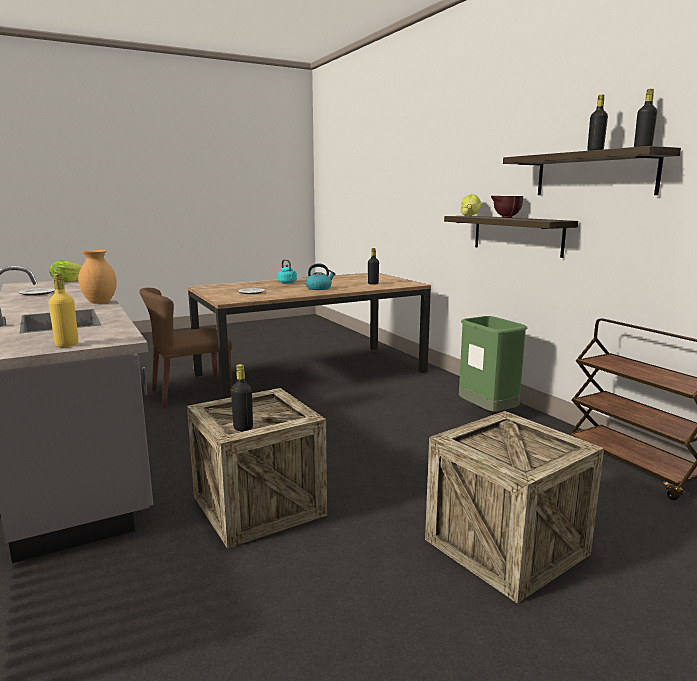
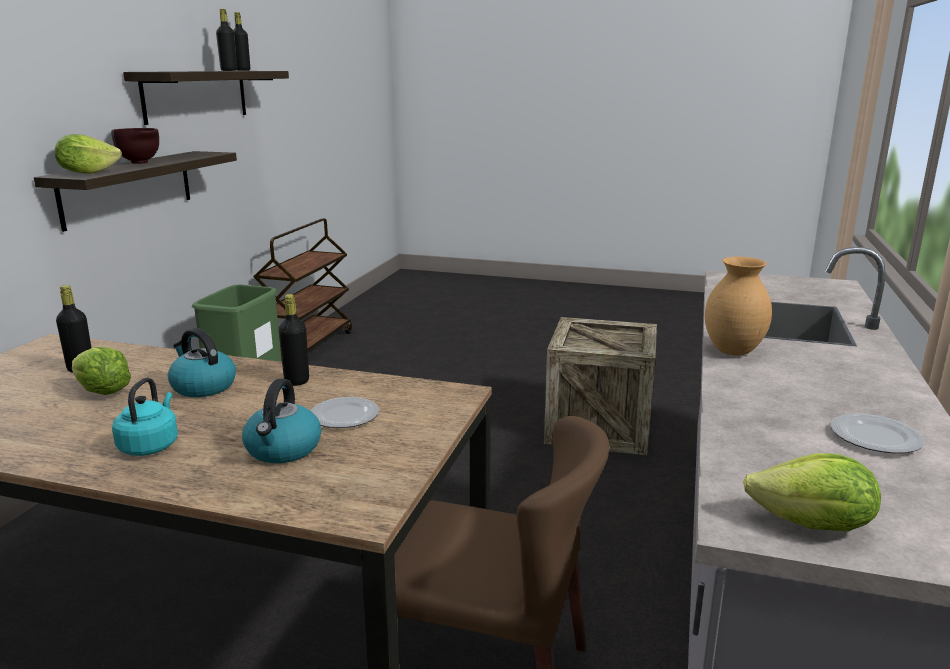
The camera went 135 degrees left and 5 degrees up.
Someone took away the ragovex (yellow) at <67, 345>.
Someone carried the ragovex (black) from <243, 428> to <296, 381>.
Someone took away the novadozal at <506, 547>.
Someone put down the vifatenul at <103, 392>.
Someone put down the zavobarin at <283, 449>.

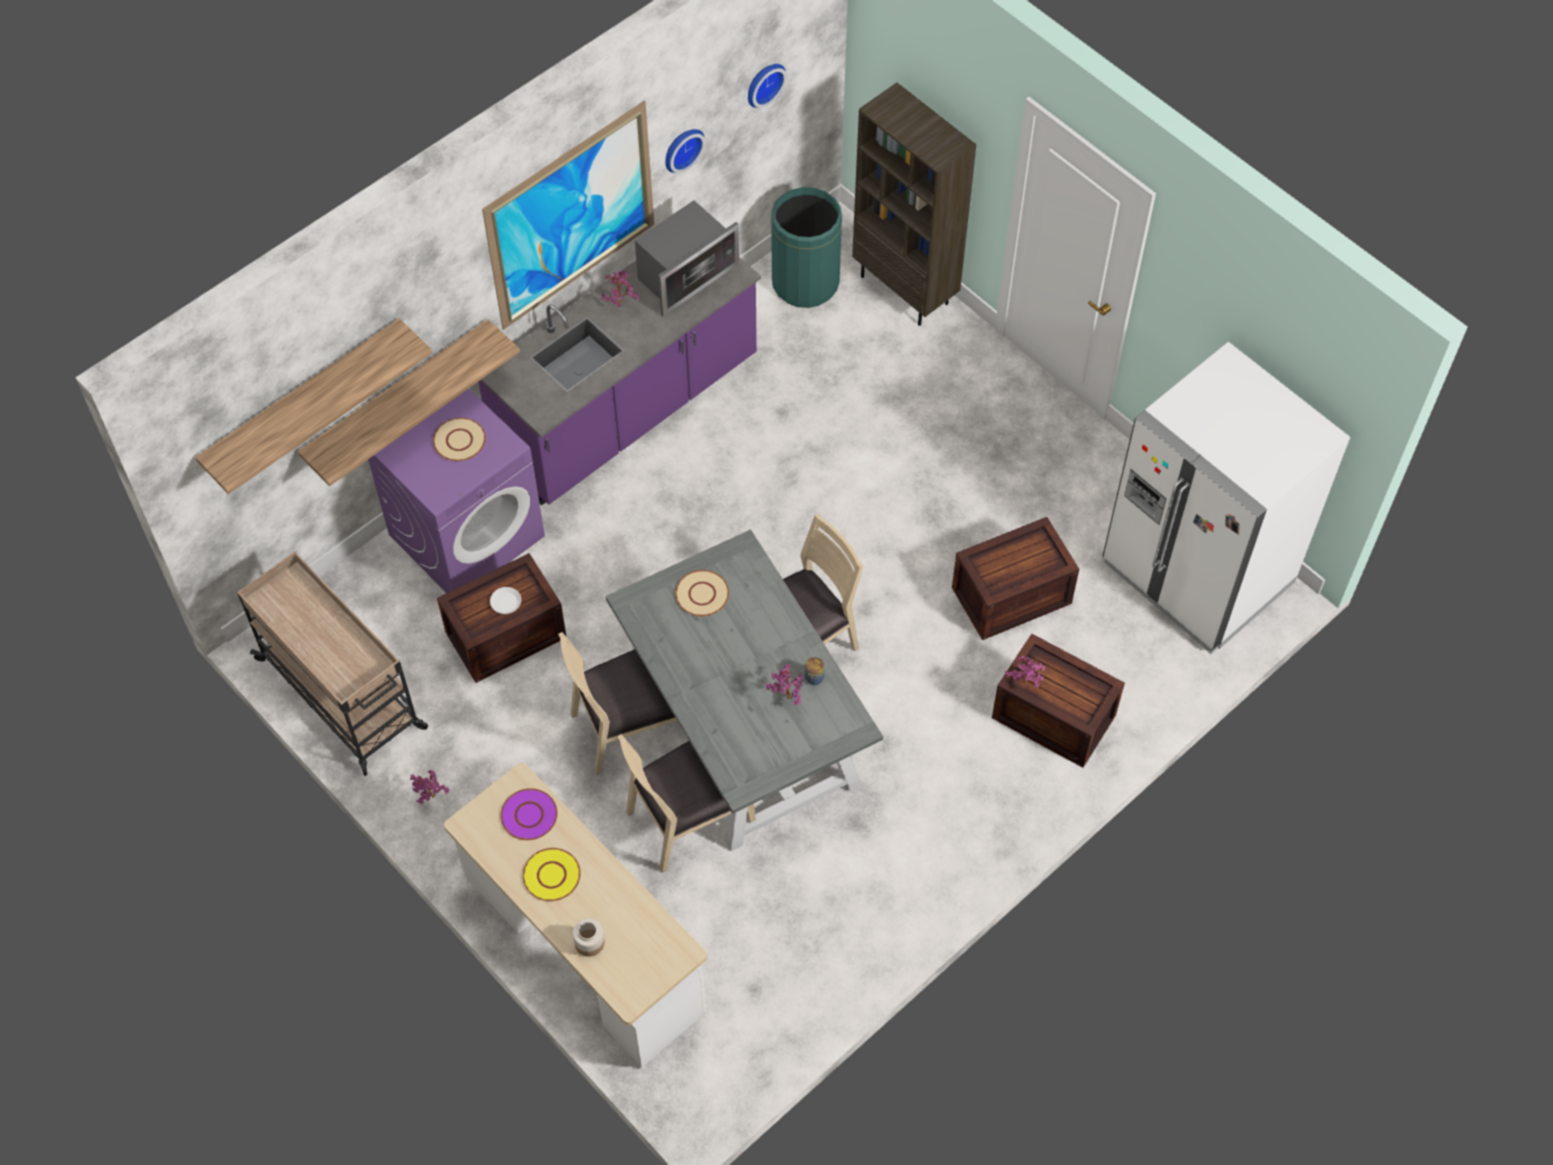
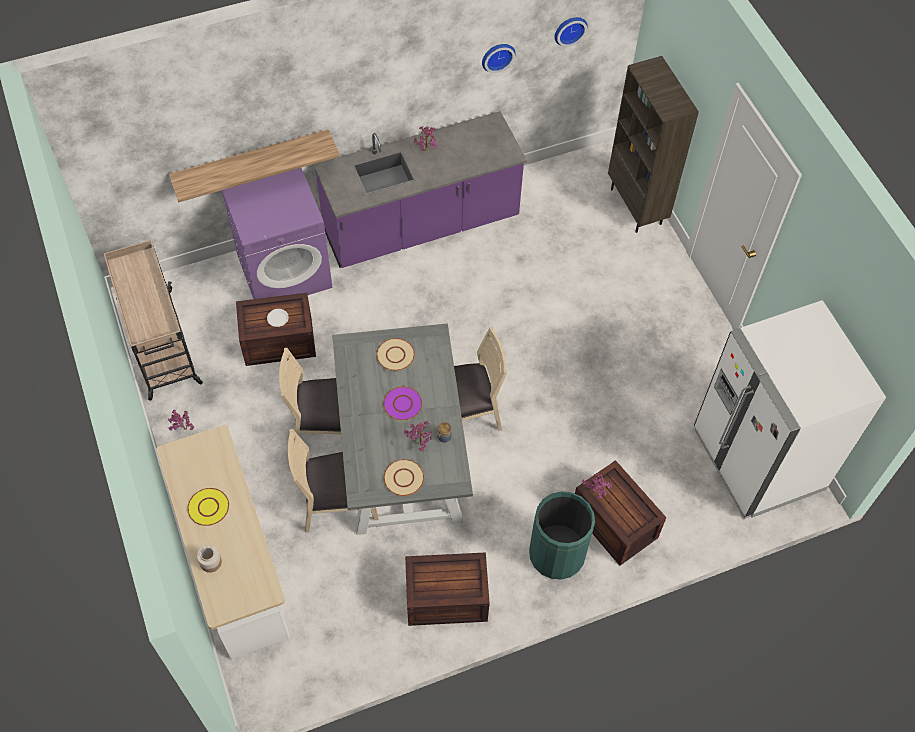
The camera went 20 degrees right and 0 degrees up.
Someone took away the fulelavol at <572, 216>.
Someone carried the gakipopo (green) from <805, 283> to <556, 554>.
Someone took away the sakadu at <684, 274>.
Someone took away the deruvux at <303, 399>.
Someone carried the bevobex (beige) from <459, 440> to <403, 478>.
Someone carried the novadozal from <1010, 596> to <445, 598>.
Someone carried the bevobex (purple) from <529, 815> to <403, 404>.

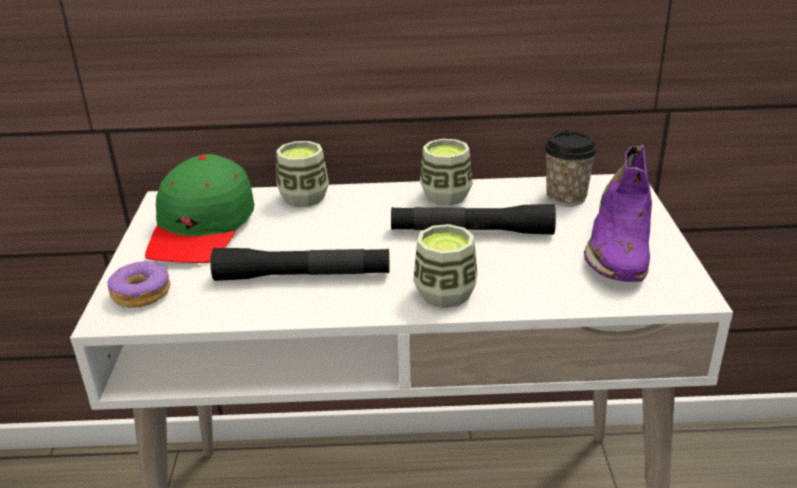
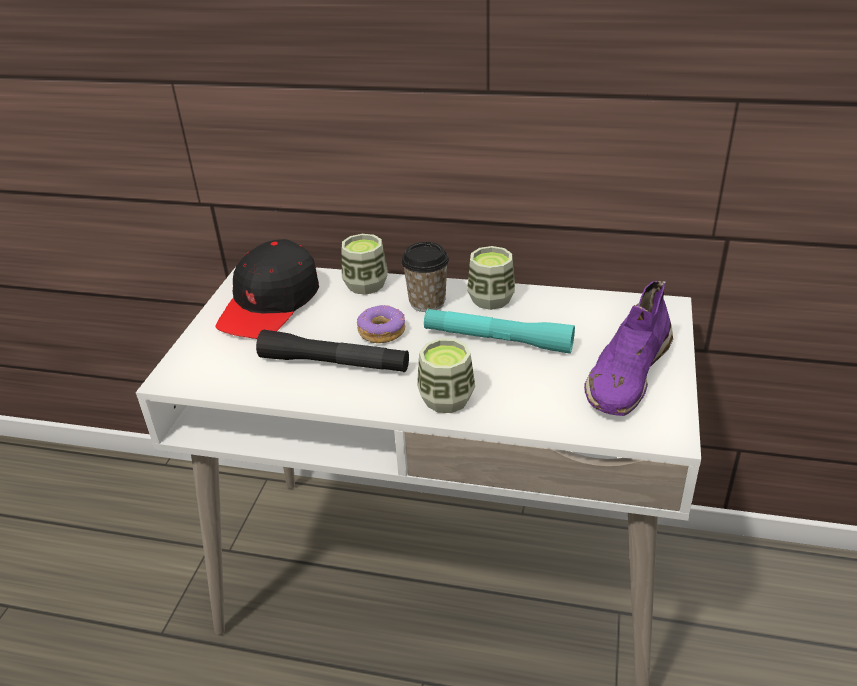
The camera went 15 degrees right and 5 degrees up.
Someone carried the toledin from <566, 197> to <427, 302>.
Someone repainted the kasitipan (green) at <202, 228>, which became the kasitipan (black) at <270, 304>.
Someone repainted the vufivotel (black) at <471, 232>, which became the vufivotel (turquoise) at <497, 340>.
Someone carried the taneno from <141, 293> to <381, 331>.

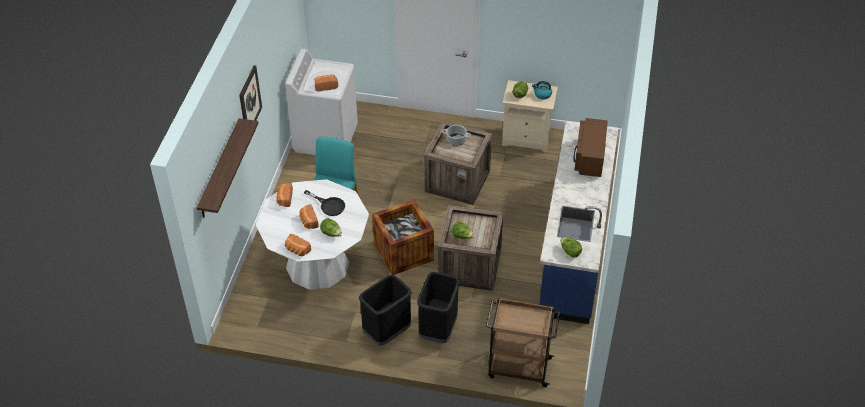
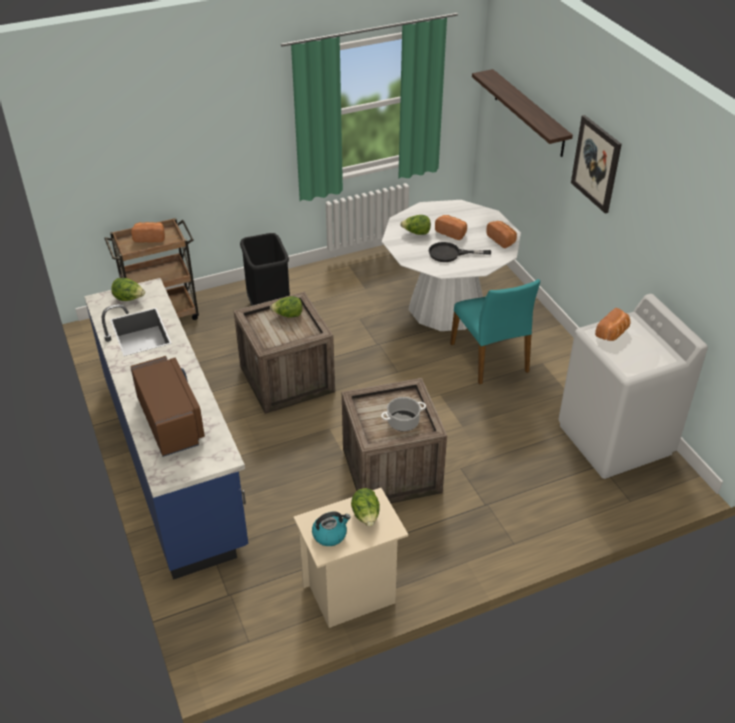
The camera went 145 degrees right and 5 degrees down.
Someone took away the novadozal at <403, 252>.
Someone carried the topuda from <297, 250> to <150, 237>.
Someone took away the gakipopo (black) at <387, 332>.

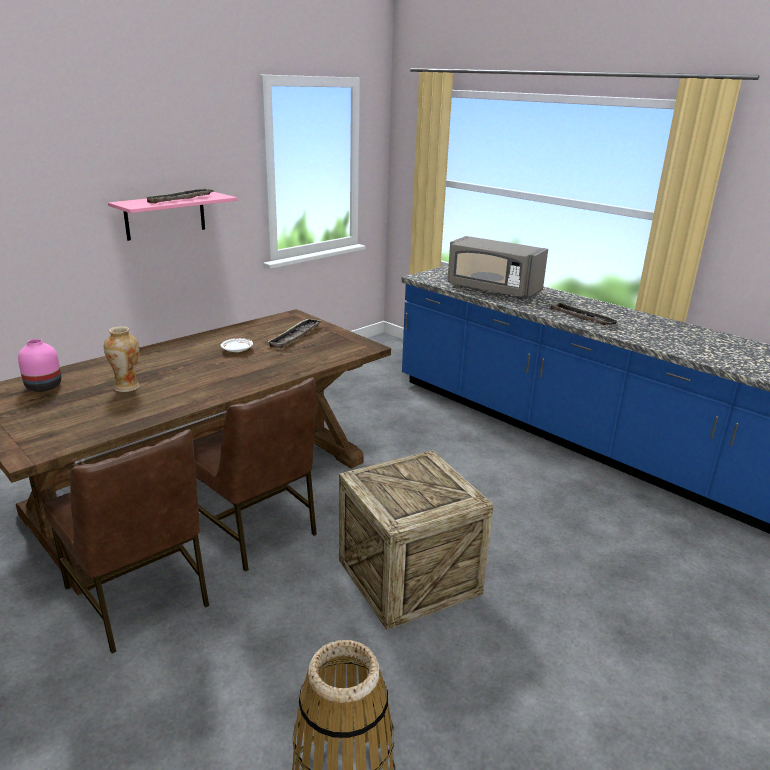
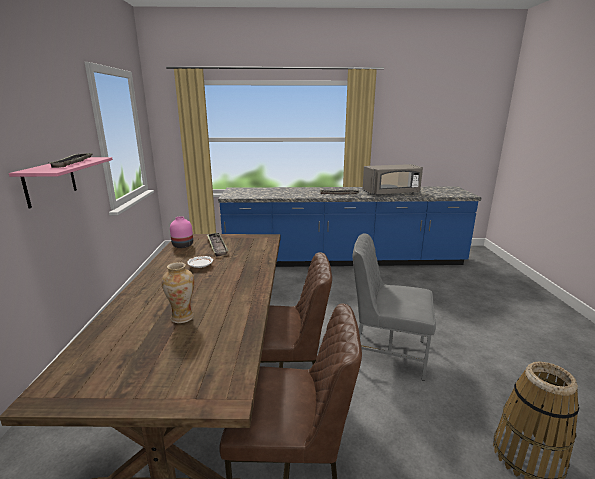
The camera went 45 degrees left and 5 degrees down.
Someone carried the sakadu (grey) from <492, 289> to <391, 193>.
Someone carried the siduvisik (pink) from <43, 387> to <182, 245>.
Someone swapped the novadozal at <408, 577> for the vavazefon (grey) at <387, 352>.

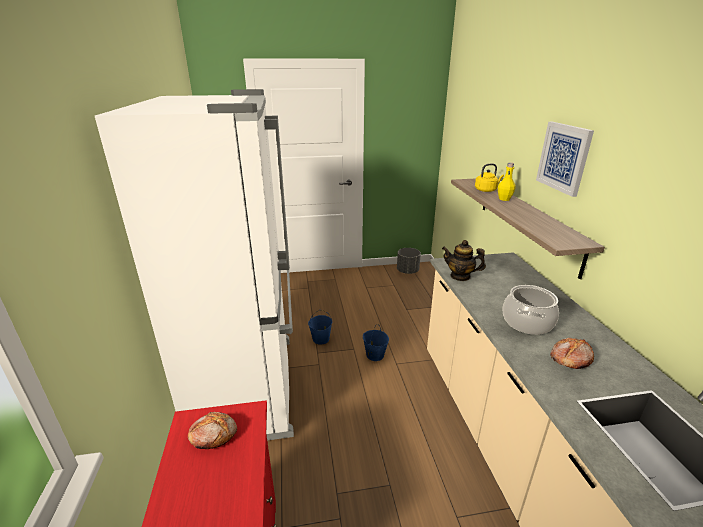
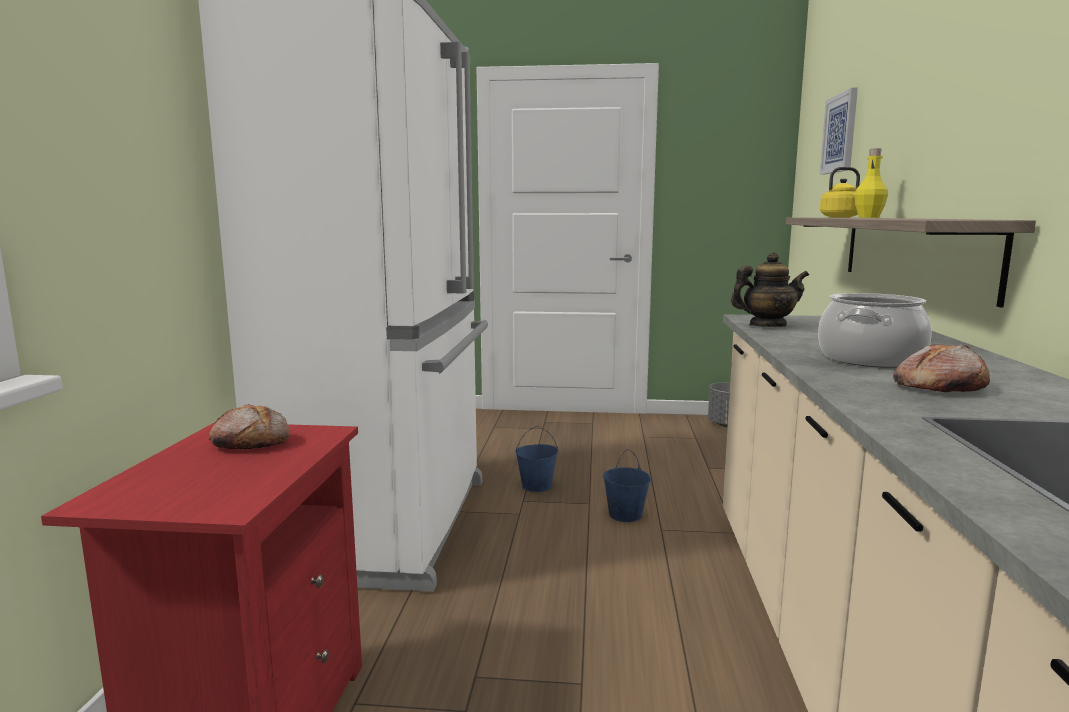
The camera went 15 degrees right and 15 degrees down.
Someone carried the fulelavol from <564, 157> to <840, 133>.
Someone rotated the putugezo at <460, 276> by 135 degrees clockwise.

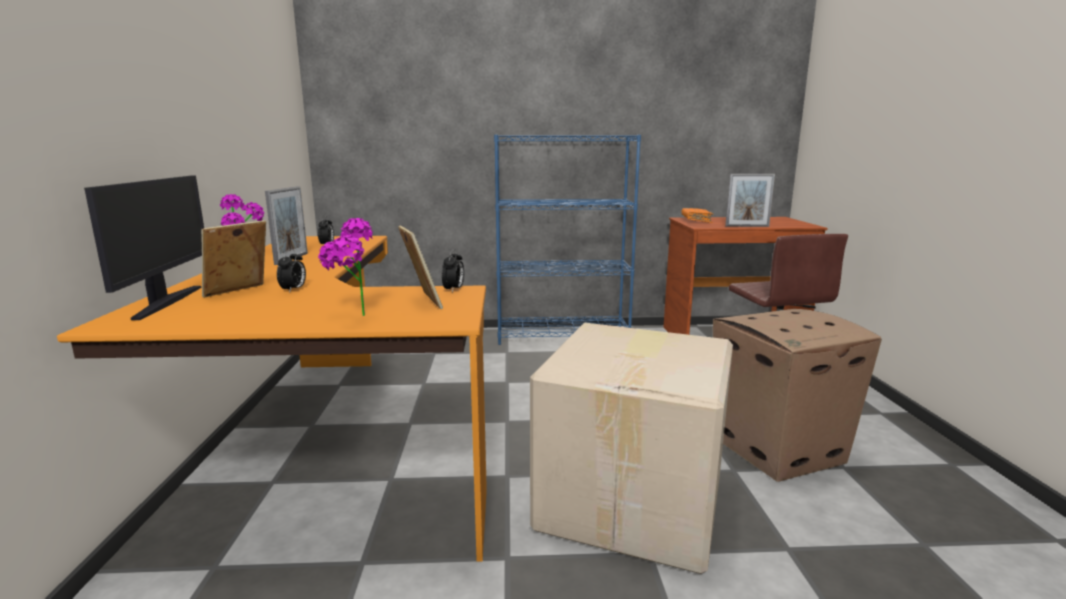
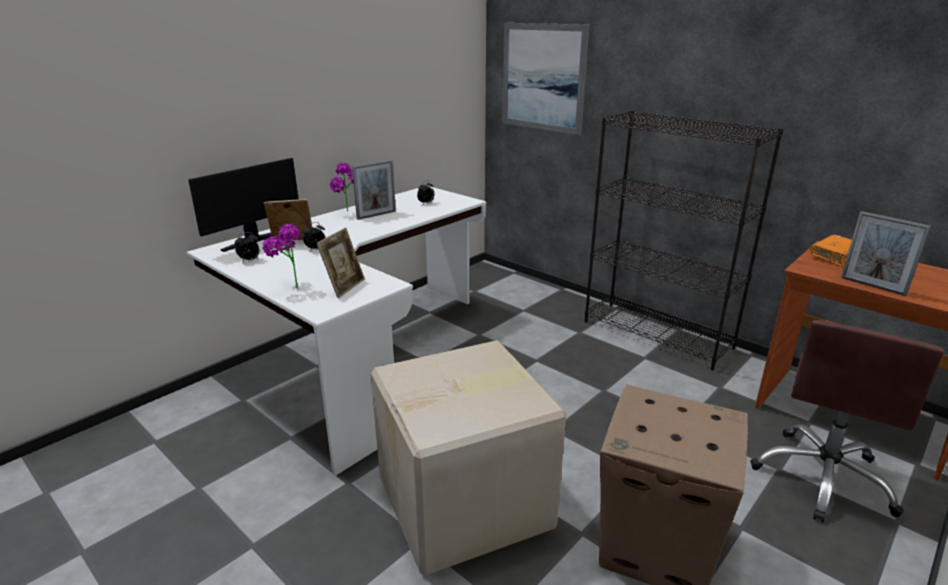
The camera went 45 degrees right and 10 degrees up.
Someone repainted the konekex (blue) at <563, 335>, which became the konekex (black) at <657, 334>.
Someone repainted the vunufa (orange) at <323, 450>, which became the vunufa (white) at <361, 357>.
Someone carried the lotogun from <454, 290> to <249, 260>.
Someone put up the fulelavol at <543, 77>.

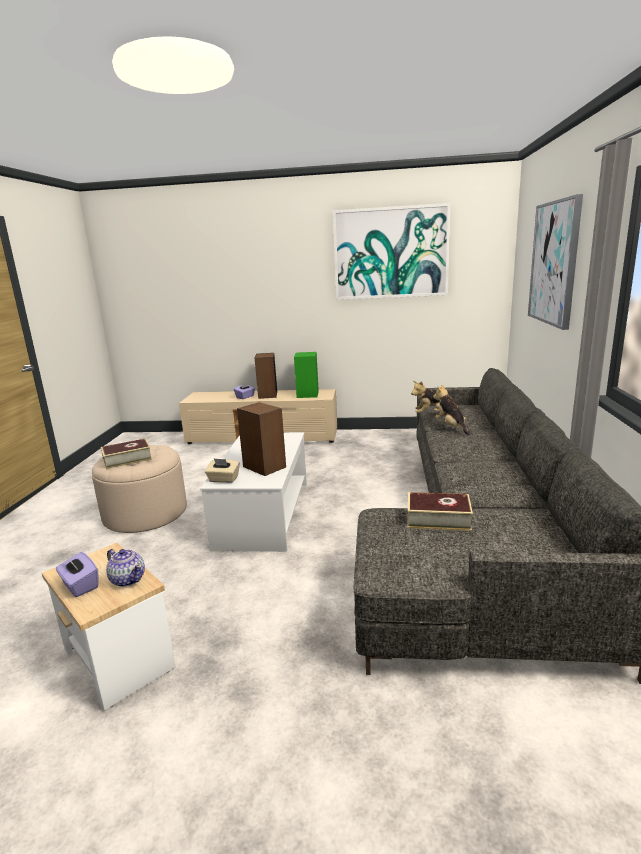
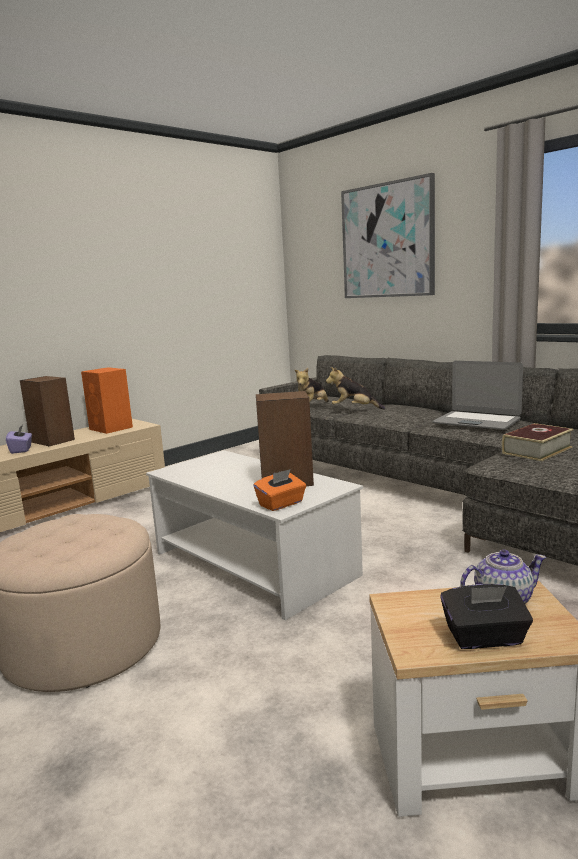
The camera went 50 degrees left and 5 degrees down.
Someone took away the fulelavol at <390, 253>.
Someone repainted the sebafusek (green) at <307, 394>, which became the sebafusek (orange) at <111, 428>.
Someone took away the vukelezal at <127, 459>.
Someone repainted the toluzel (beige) at <223, 479>, which became the toluzel (orange) at <281, 504>.
Someone repainted the toluzel (purple) at <80, 586>, which became the toluzel (black) at <485, 638>.
Someone put down the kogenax at <477, 422>.

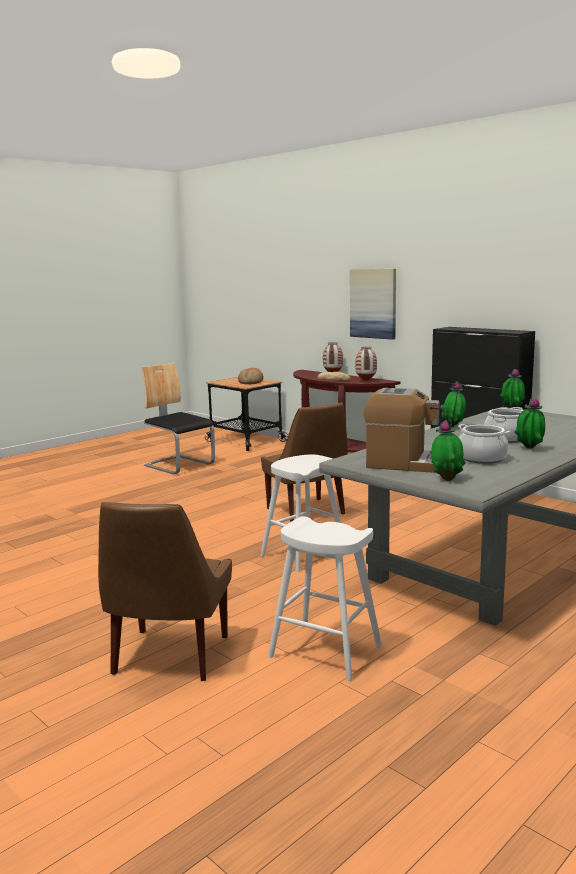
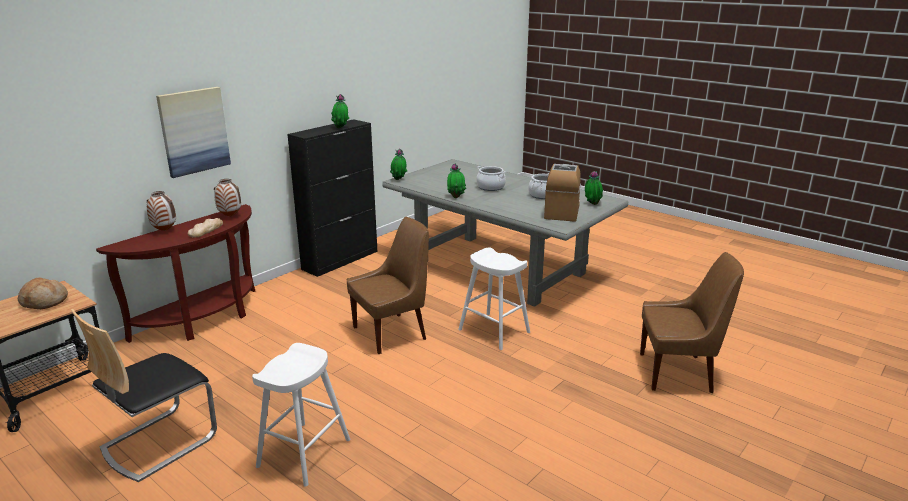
The camera went 95 degrees left and 10 degrees up.
Someone carried the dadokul from <529, 449> to <341, 128>.
Someone carried the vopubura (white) from <325, 651> to <304, 453>.

